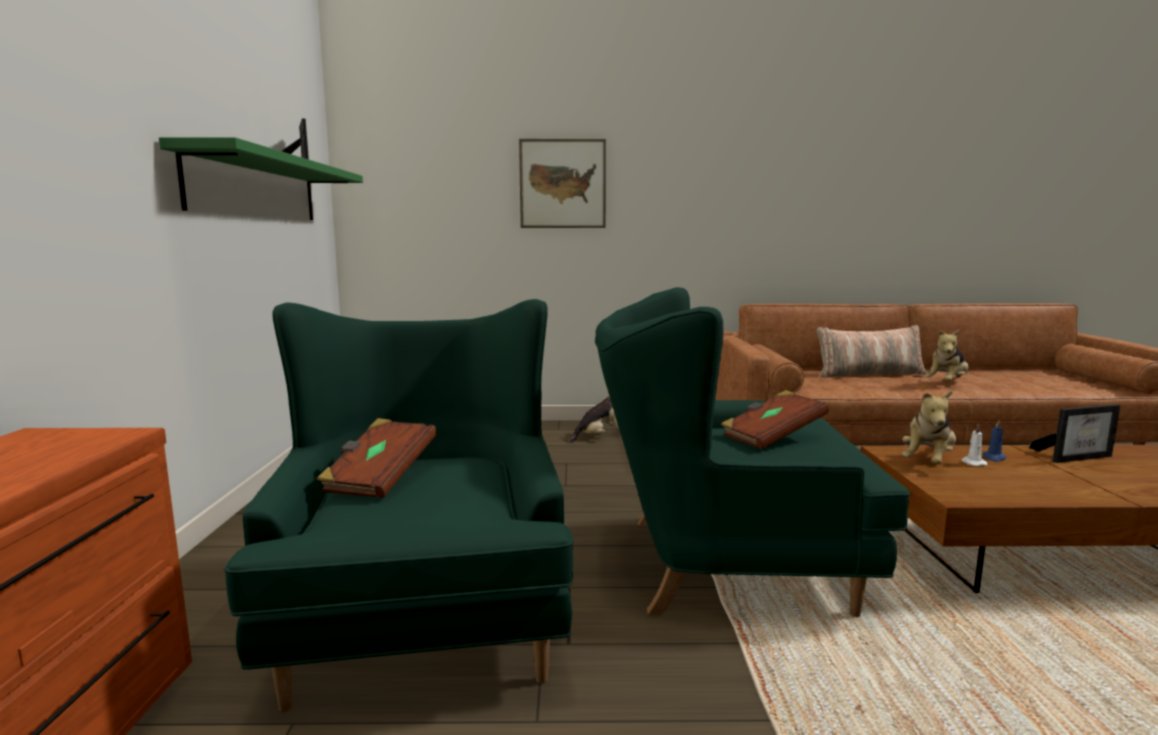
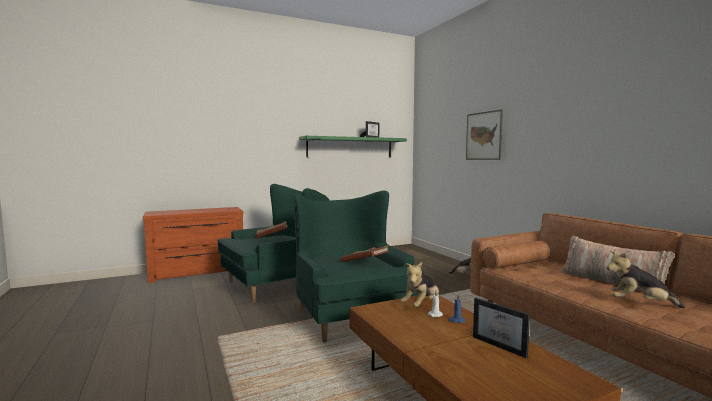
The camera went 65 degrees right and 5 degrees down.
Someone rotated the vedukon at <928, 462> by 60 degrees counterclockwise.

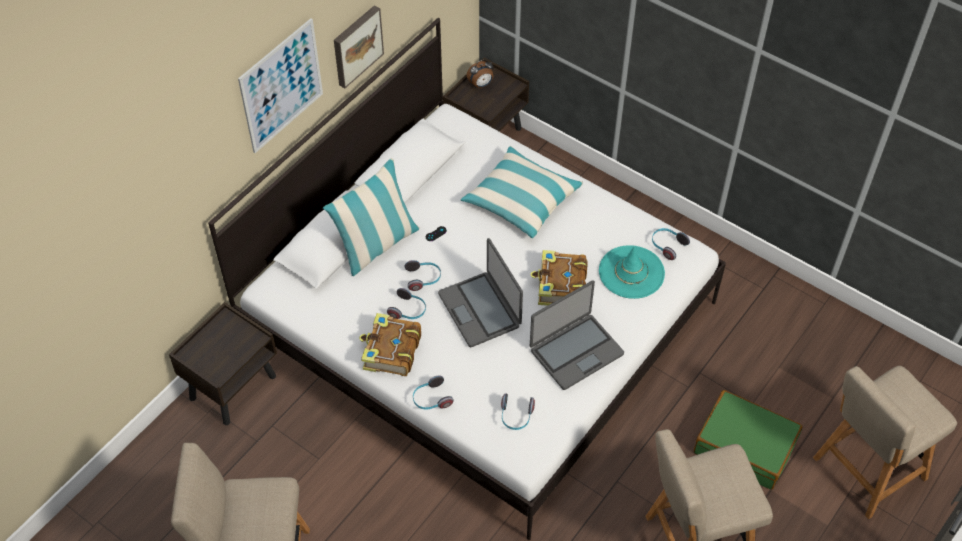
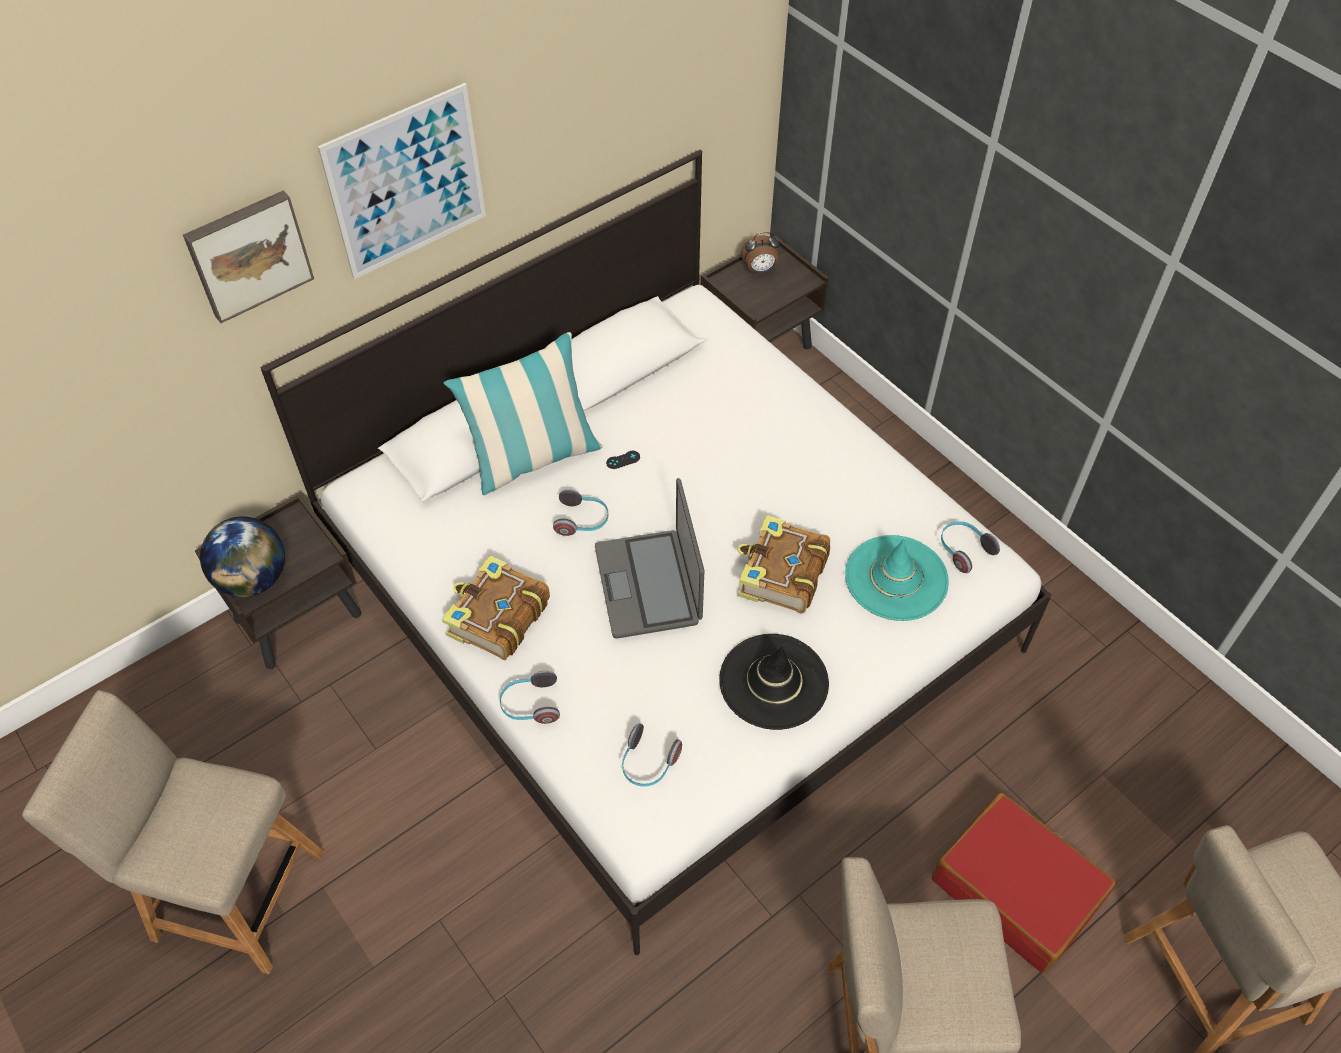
The camera went 15 degrees right and 0 degrees up.
Someone carried the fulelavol from <356, 45> to <248, 254>.
Someone took away the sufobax at <521, 200>.
Someone swapped the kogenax at <576, 351> for the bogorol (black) at <773, 681>.
Someone took away the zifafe at <408, 310>.
Someone repainted the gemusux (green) at <745, 446>, which became the gemusux (red) at <1016, 889>.
Someone put down the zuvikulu at <253, 579>.

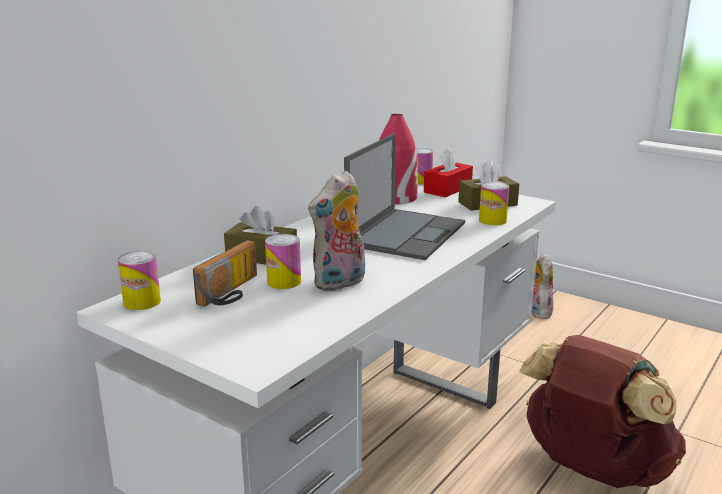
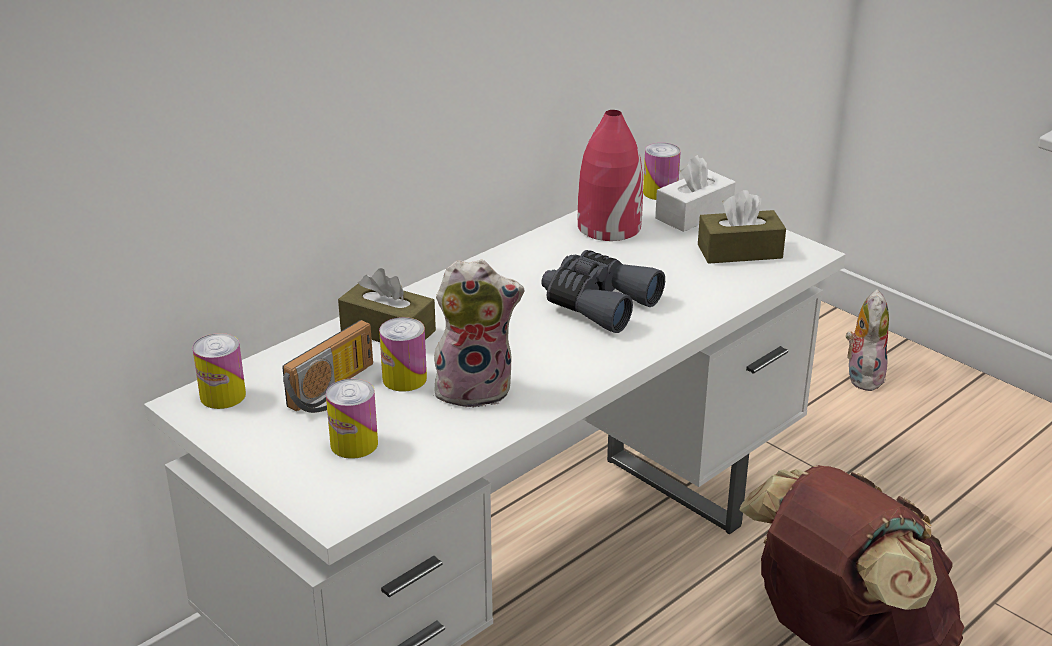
The camera went 10 degrees right and 10 degrees up.
Someone swapped the kogenax at <407, 233> for the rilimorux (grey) at <597, 303>.
Someone repainted the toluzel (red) at <448, 189>, which became the toluzel (white) at <694, 214>.
Someone rotated the vedukon at <340, 283> by 150 degrees counterclockwise.
Someone carried the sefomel from <492, 220> to <354, 444>.

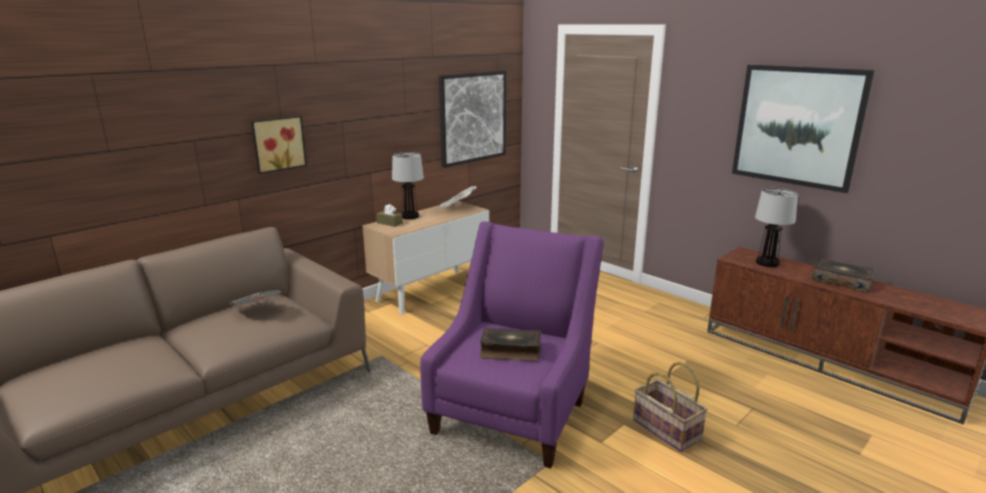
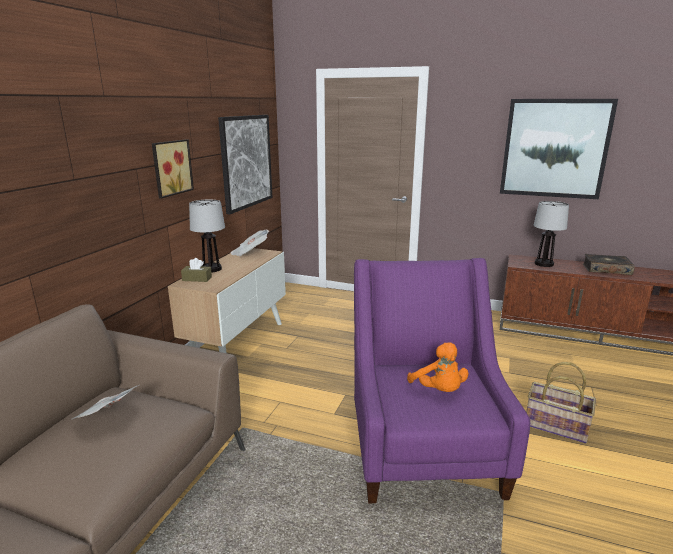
The camera went 25 degrees left and 0 degrees up.
Someone carried the fulelavol from <278, 143> to <170, 167>.
Someone swapped the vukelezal at <510, 351> for the vedukon (orange) at <439, 390>.

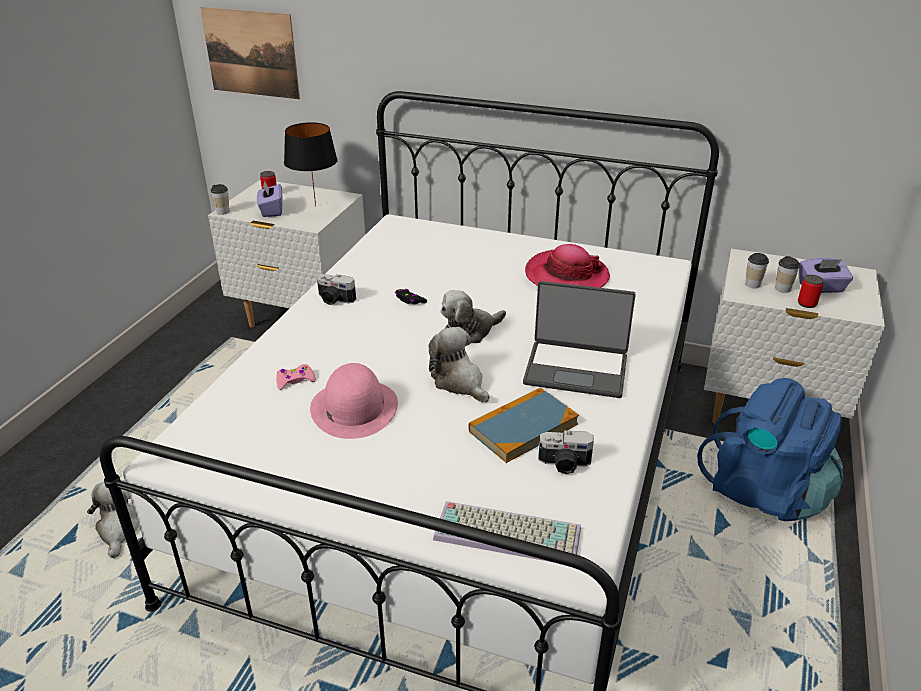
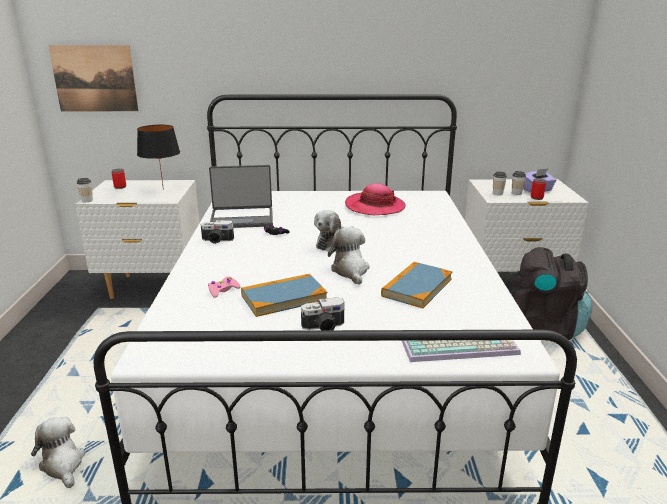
The camera went 20 degrees left and 10 degrees down.
Someone took away the toluzel (purple) at <271, 210>.
Someone carried the kogenax from <576, 369> to <242, 219>.
Someone rotated the vedukon at <459, 382> by 45 degrees clockwise.
Someone swapped the bogorol (pink) at <354, 408> for the vukelezal at <284, 298>.
Someone repainted the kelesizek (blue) at <765, 491>, which became the kelesizek (black) at <540, 328>.
Someone carried the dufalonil from <564, 464> to <324, 327>.

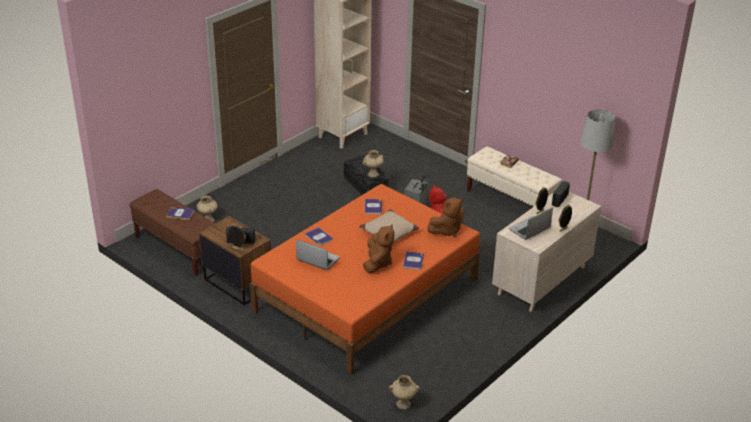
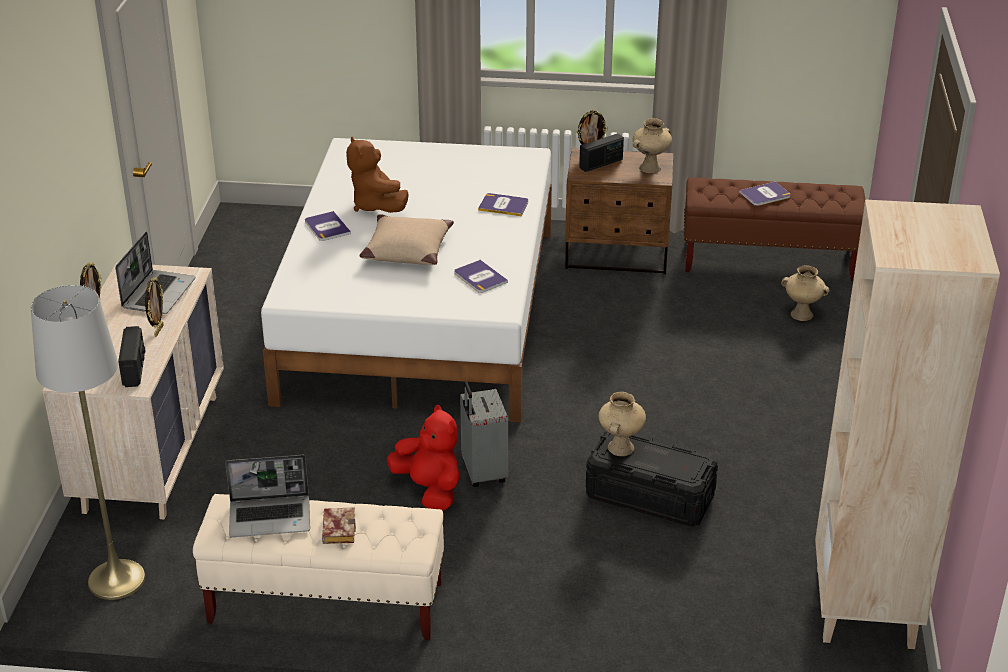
The camera went 145 degrees right and 0 degrees up.
Someone repainted the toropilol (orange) at <366, 295>, which became the toropilol (white) at <421, 313>.
Someone took away the vedukon (brown) at <447, 230>.
Someone carried the kogenax from <317, 259> to <271, 517>.
Someone carried the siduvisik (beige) from <403, 404> to <650, 168>.

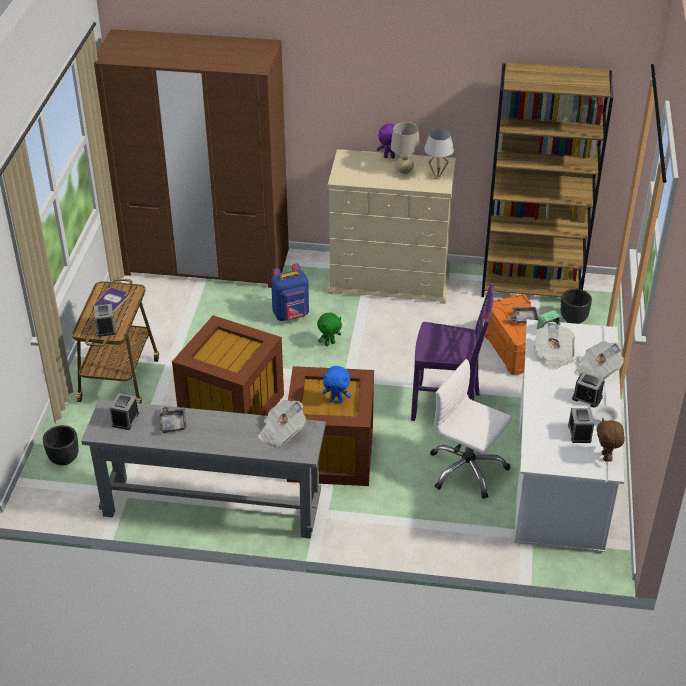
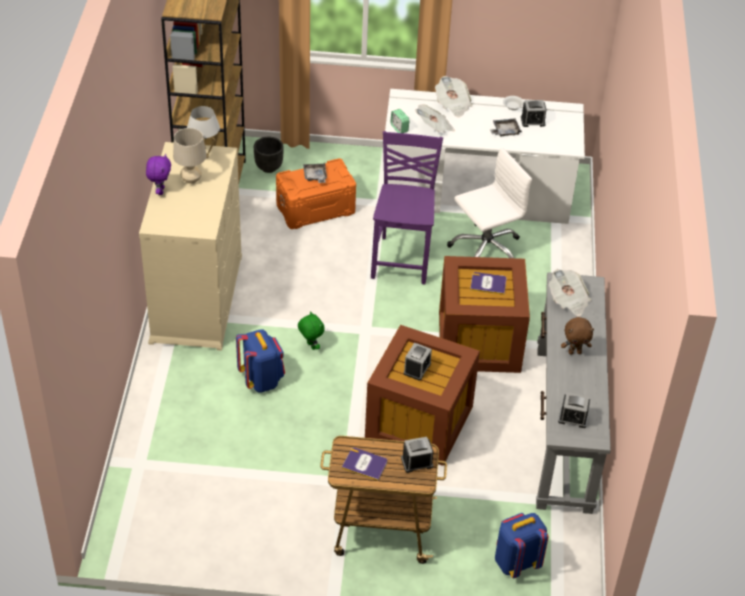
The camera went 95 degrees left and 5 degrees up.
Someone took away the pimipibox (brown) at <205, 262>.
Someone rotated the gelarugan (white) at <467, 470> by 150 degrees counterclockwise.
Someone swapped the vedukon (blue) at <336, 401> for the vukelezal at <488, 284>.
Someone carried the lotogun from <587, 398> to <417, 368>.
Someone carried the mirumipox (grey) from <172, 423> to <505, 131>.
Someone carried the vedukon (brown) from <606, 457> to <575, 352>.
Someone swapped the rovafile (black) at <63, 458> for the kelesizek (blue) at <516, 562>.

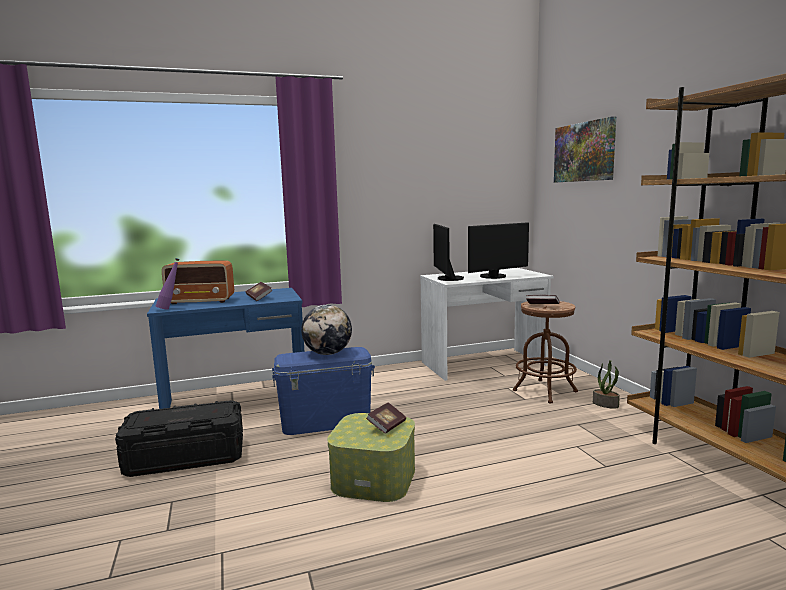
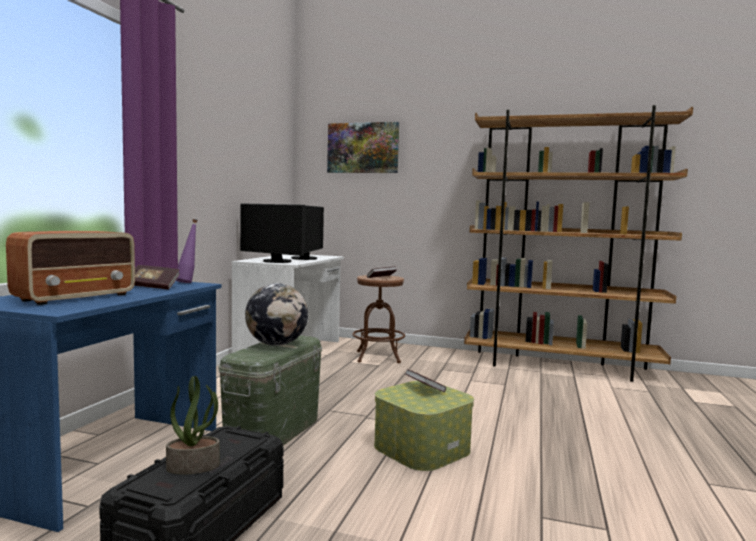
The camera went 55 degrees left and 5 degrees down.
Someone carried the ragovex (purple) from <170, 309> to <188, 282>.
Someone repainted the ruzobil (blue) at <326, 422>, which became the ruzobil (green) at <273, 432>.
Someone carried the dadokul from <606, 404> to <194, 466>.

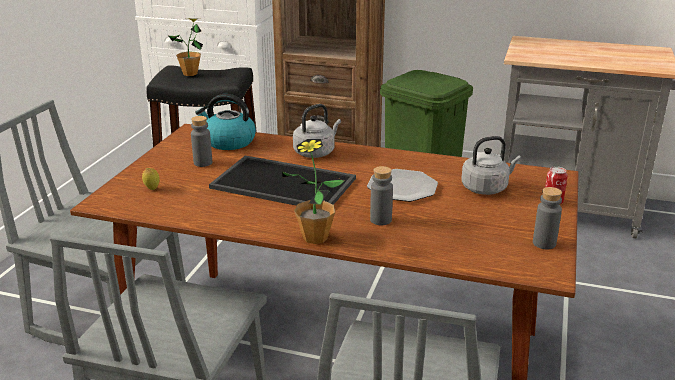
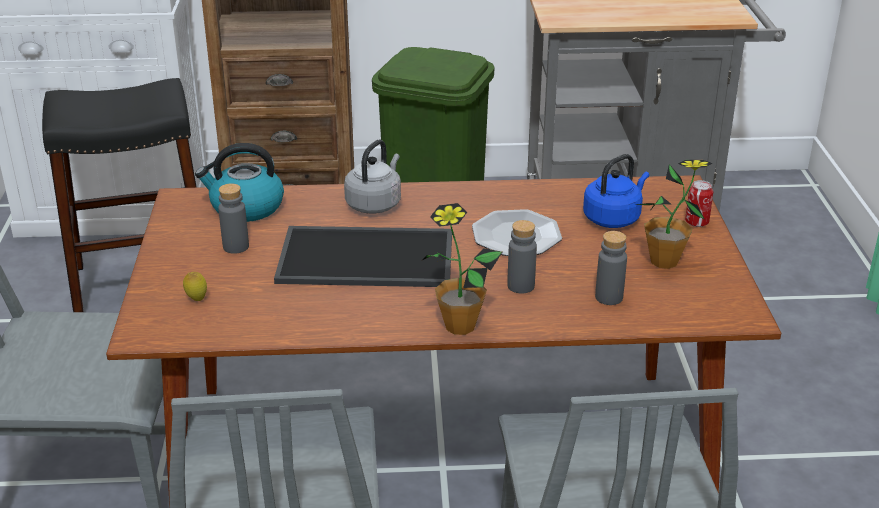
The camera went 20 degrees left and 5 degrees up.
Someone carried the dadokul from <190, 73> to <664, 261>.
Someone repainted the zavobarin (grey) at <486, 188>, which became the zavobarin (blue) at <613, 218>.
Someone carried the ragovex (grey) from <544, 243> to <609, 297>.

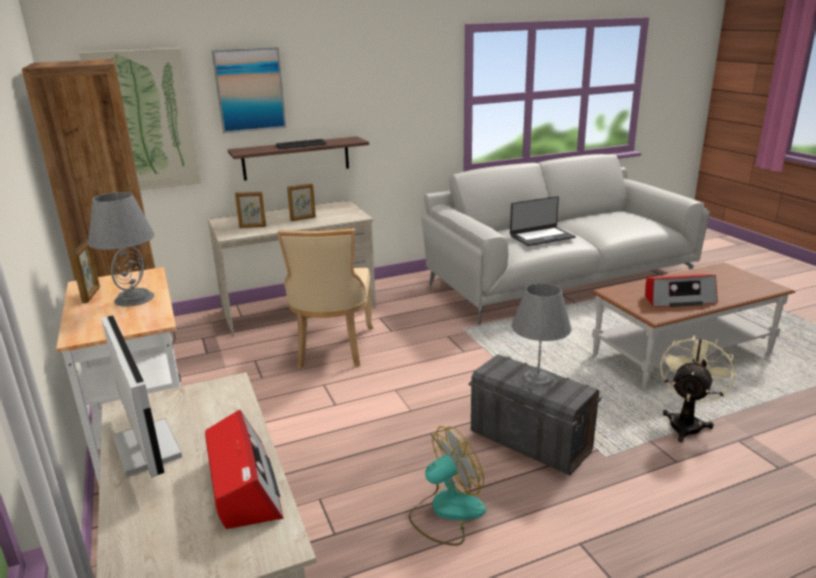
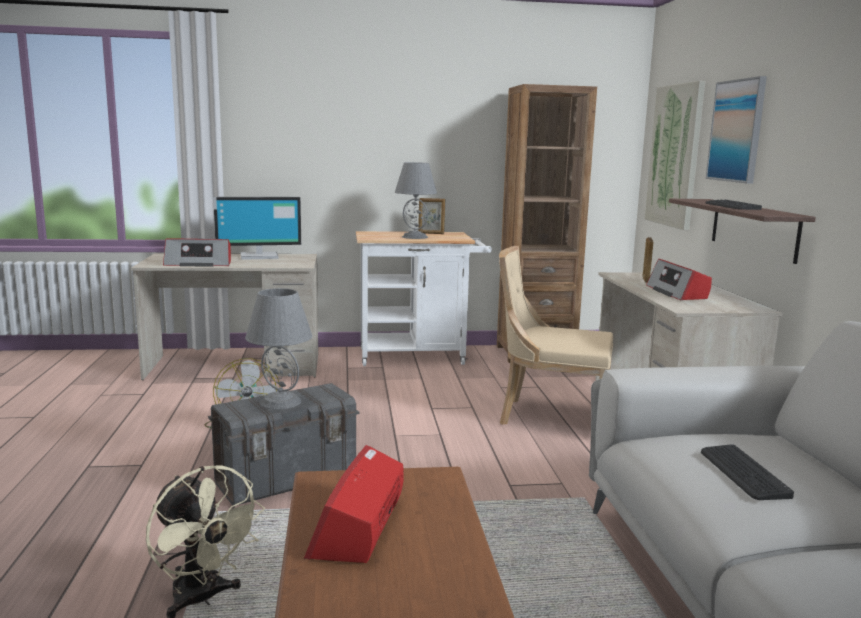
The camera went 105 degrees right and 10 degrees down.
Someone swapped the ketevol at <303, 218> for the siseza at <677, 293>.
Someone swapped the kogenax at <541, 236> for the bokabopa at <743, 473>.

